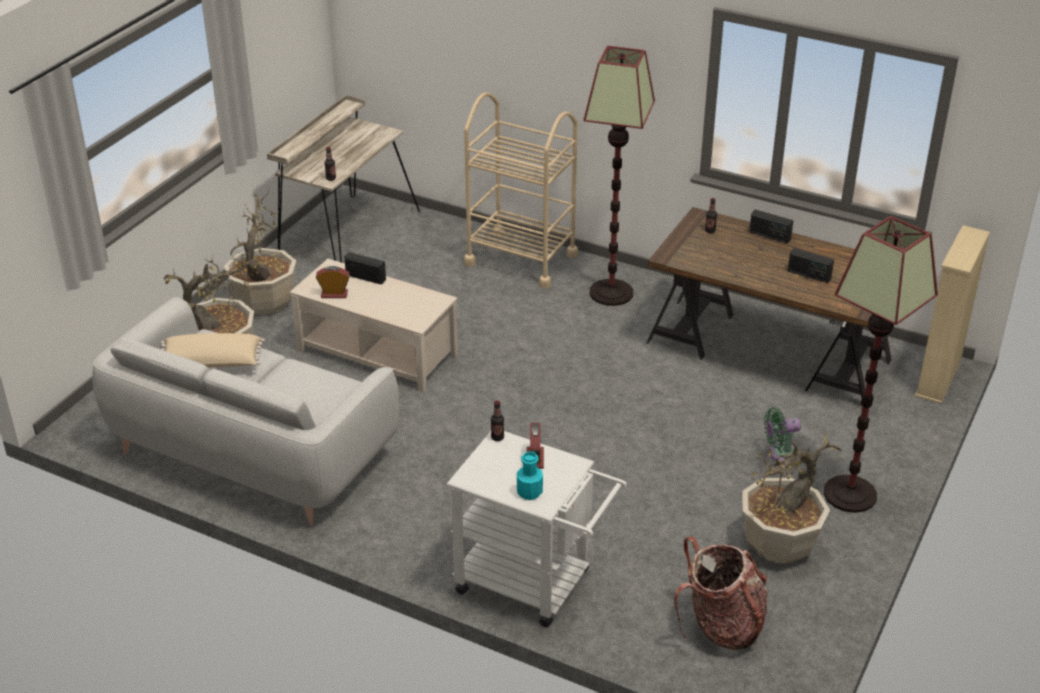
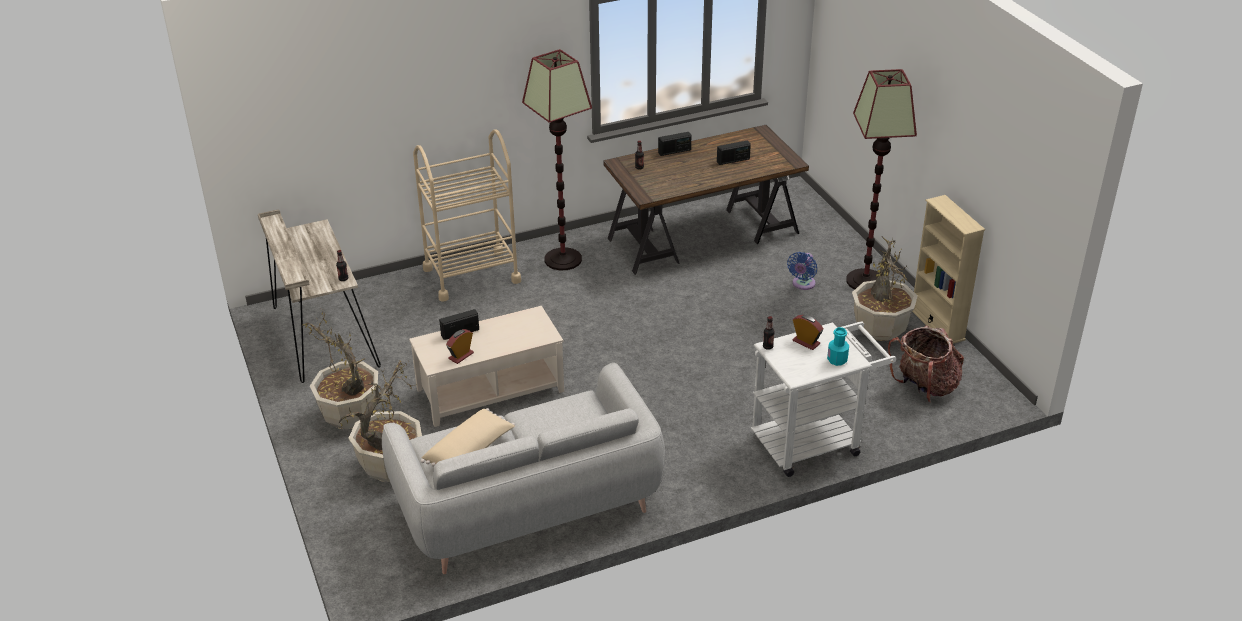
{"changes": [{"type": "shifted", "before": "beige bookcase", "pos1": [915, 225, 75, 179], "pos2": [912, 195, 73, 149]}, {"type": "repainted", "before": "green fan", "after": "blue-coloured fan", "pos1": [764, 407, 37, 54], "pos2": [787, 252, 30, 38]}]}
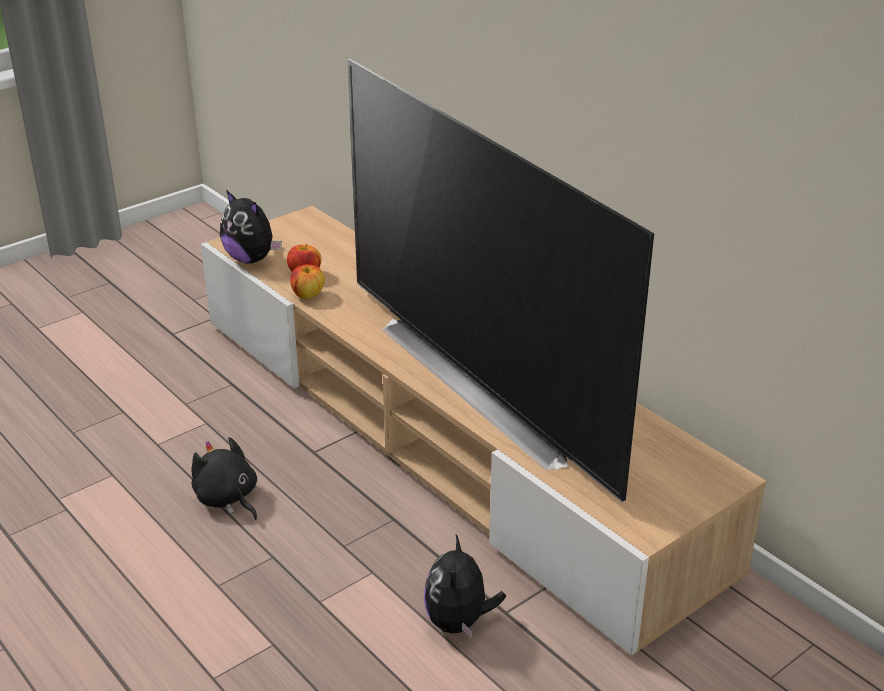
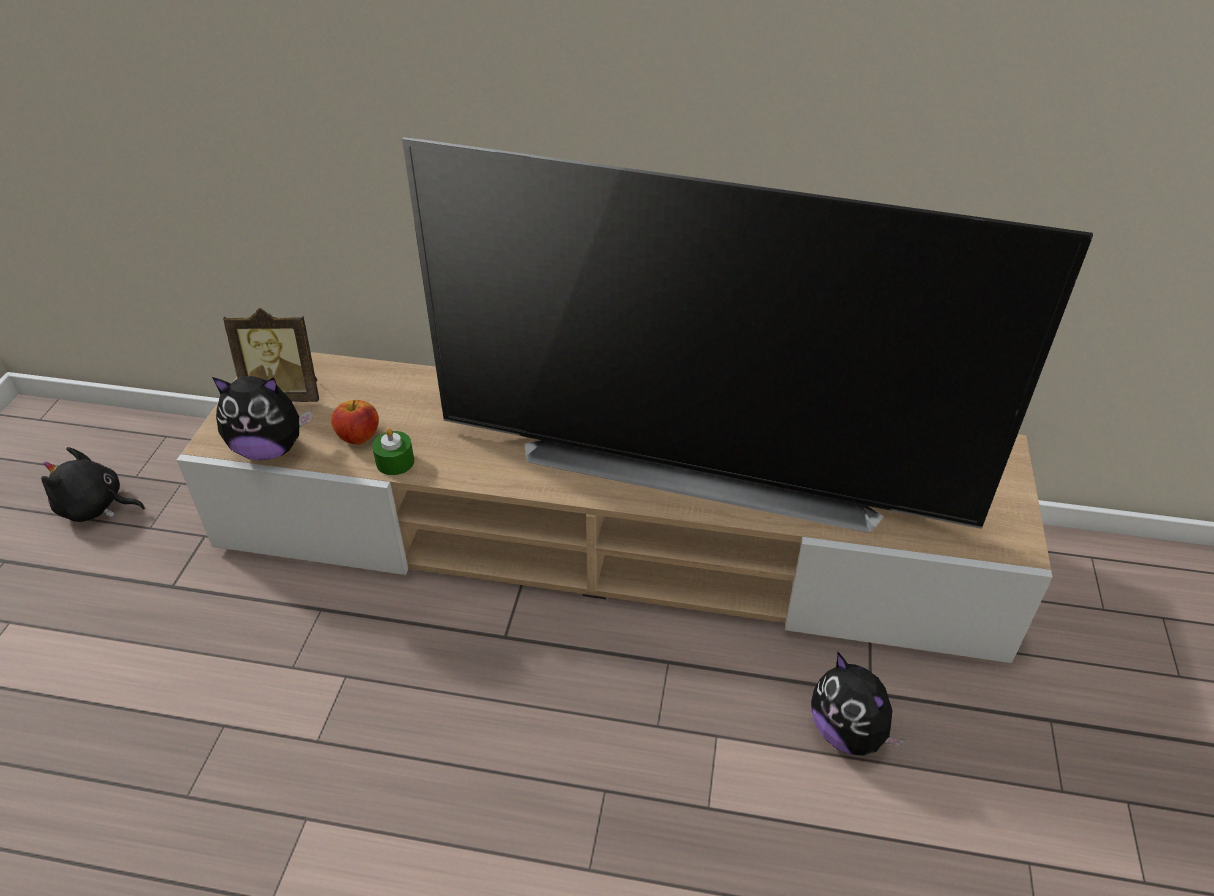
{"changes": [{"type": "swapped", "before": "apple", "after": "green wax candle", "pos1": [290, 264, 35, 35], "pos2": [372, 428, 42, 47]}, {"type": "shifted", "before": "blackish plush toy", "pos1": [191, 437, 66, 83], "pos2": [41, 447, 104, 75]}, {"type": "new", "after": "photo frame", "pos2": [223, 308, 96, 94]}]}
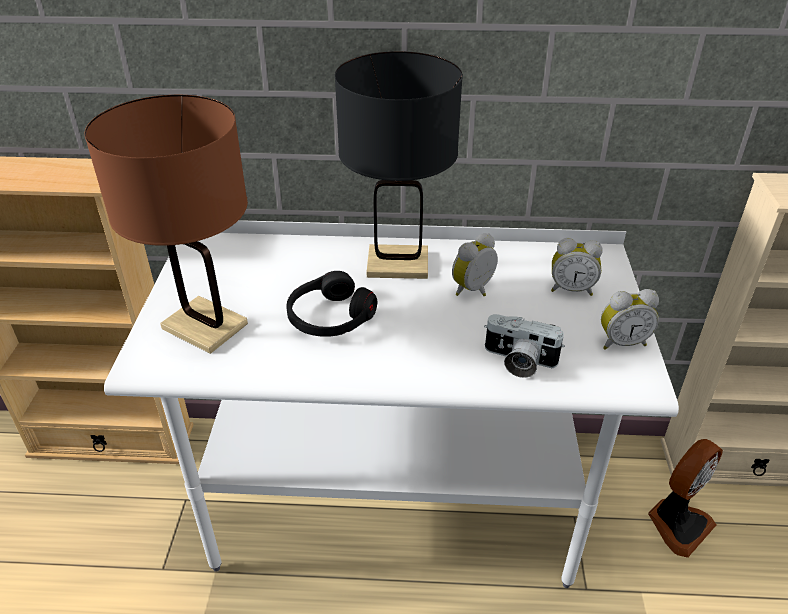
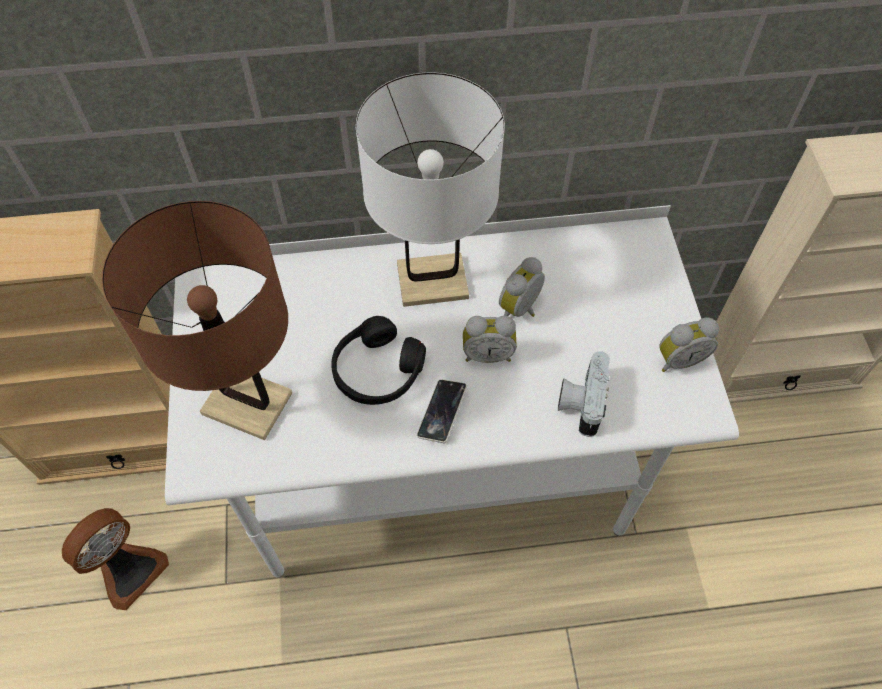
{"changes": [{"type": "repainted", "before": "blackish tabletop lamp", "after": "whitish tabletop lamp", "pos1": [335, 51, 128, 228], "pos2": [356, 72, 149, 235]}, {"type": "shifted", "before": "bedside clock", "pos1": [551, 238, 52, 58], "pos2": [463, 316, 54, 47]}, {"type": "rotated", "before": "photo camera", "pos1": [484, 314, 81, 64], "pos2": [558, 351, 52, 86], "turn": 90}, {"type": "shifted", "before": "fan", "pos1": [648, 439, 75, 119], "pos2": [62, 508, 107, 102]}, {"type": "new", "after": "telephone", "pos2": [417, 379, 50, 64]}]}
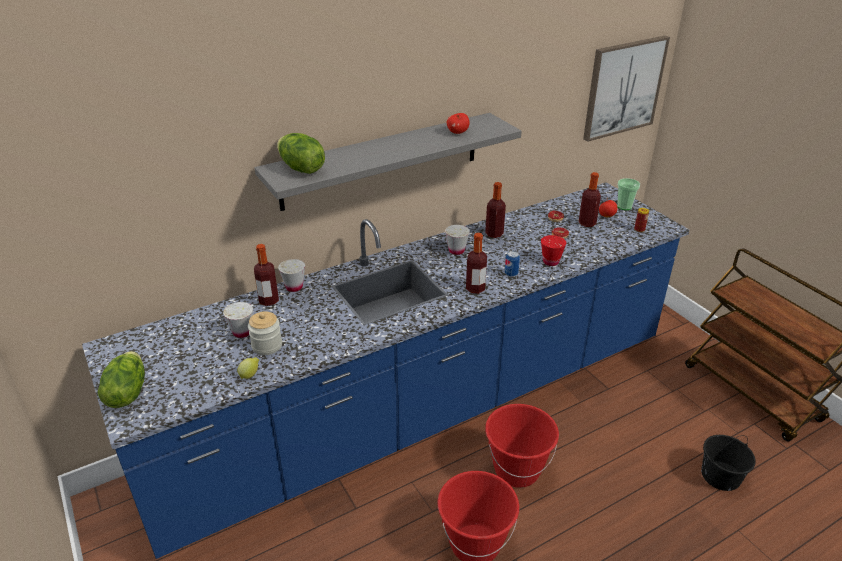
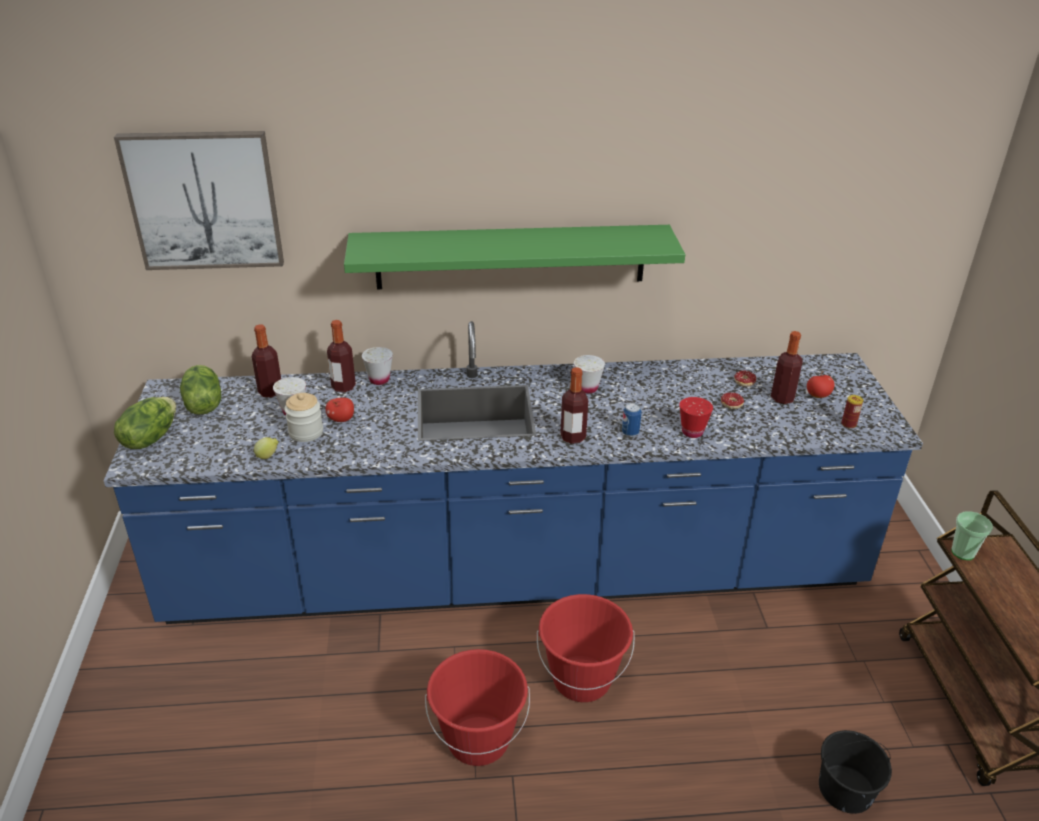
{"changes": [{"type": "shifted", "before": "wall art", "pos1": [583, 36, 87, 106], "pos2": [114, 131, 170, 139]}, {"type": "repainted", "before": "gray wall shelf", "after": "green wall shelf", "pos1": [254, 113, 268, 98], "pos2": [344, 225, 341, 64]}, {"type": "shifted", "before": "apple", "pos1": [447, 113, 22, 21], "pos2": [326, 397, 28, 25]}, {"type": "shifted", "before": "lettuce", "pos1": [277, 133, 48, 41], "pos2": [180, 365, 41, 50]}, {"type": "shifted", "before": "drinking cup", "pos1": [617, 178, 23, 32], "pos2": [951, 511, 42, 49]}, {"type": "shifted", "before": "bottle", "pos1": [485, 182, 21, 56], "pos2": [252, 324, 29, 74]}]}
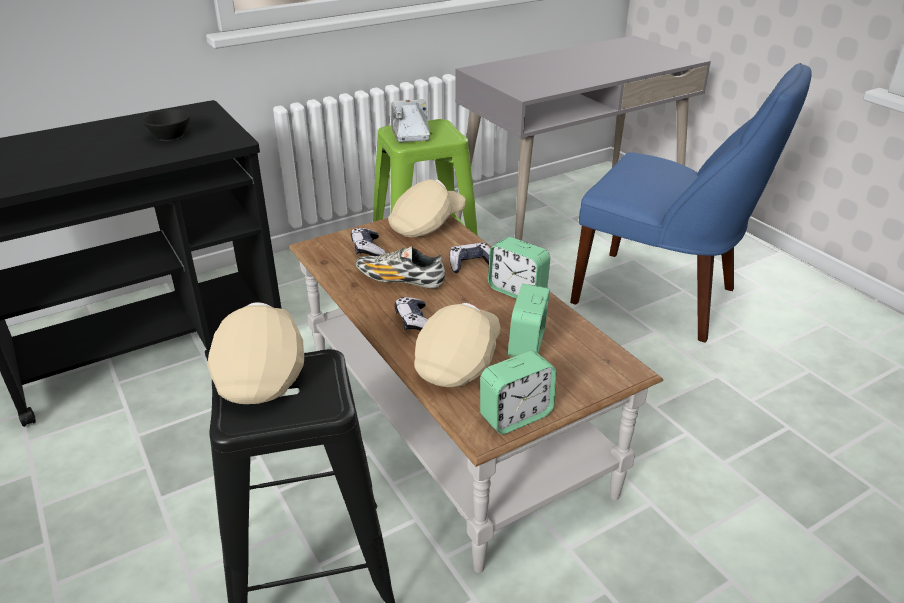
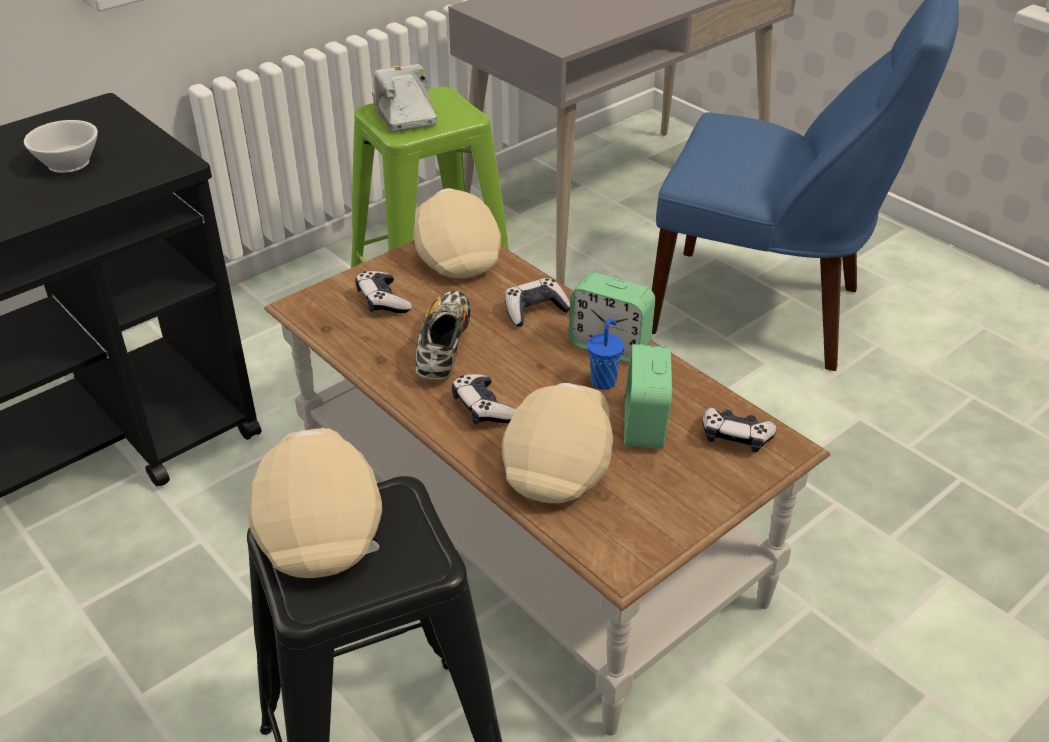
{"changes": [{"type": "repainted", "before": "blackish drinking cup", "after": "whitish drinking cup", "pos1": [142, 109, 48, 32], "pos2": [24, 120, 74, 53]}, {"type": "rotated", "before": "beige peaked cap", "pos1": [388, 180, 78, 57], "pos2": [413, 188, 88, 91], "turn": -60}, {"type": "rotated", "before": "item of footwear", "pos1": [355, 246, 90, 42], "pos2": [416, 291, 55, 90], "turn": 90}, {"type": "gone", "before": "bedside clock", "pos1": [480, 351, 77, 83]}, {"type": "new", "after": "blue-coloured drinking cup", "pos2": [587, 319, 37, 71]}, {"type": "new", "after": "game controller", "pos2": [702, 408, 75, 44]}]}
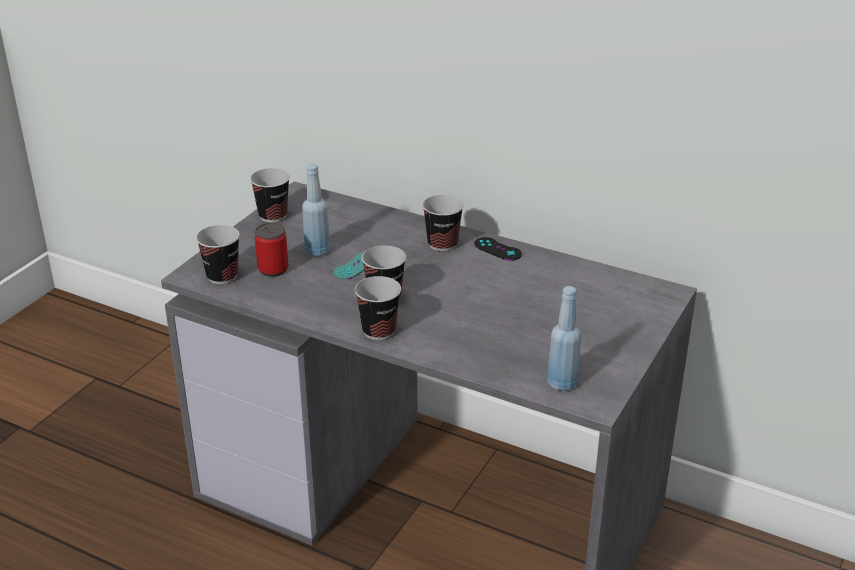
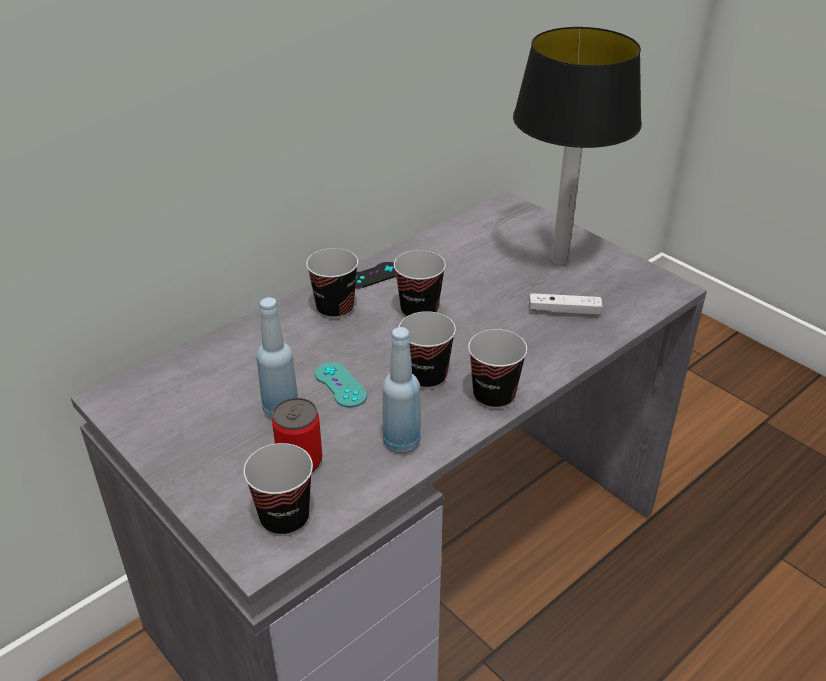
{"changes": [{"type": "shifted", "before": "drinking cup", "pos1": [250, 168, 40, 54], "pos2": [394, 250, 52, 67]}, {"type": "shifted", "before": "blue-coloured bottle", "pos1": [547, 286, 34, 105], "pos2": [382, 327, 39, 127]}, {"type": "new", "after": "tabletop lamp", "pos2": [513, 27, 129, 238]}, {"type": "new", "after": "whitish game controller", "pos2": [529, 293, 73, 23]}]}
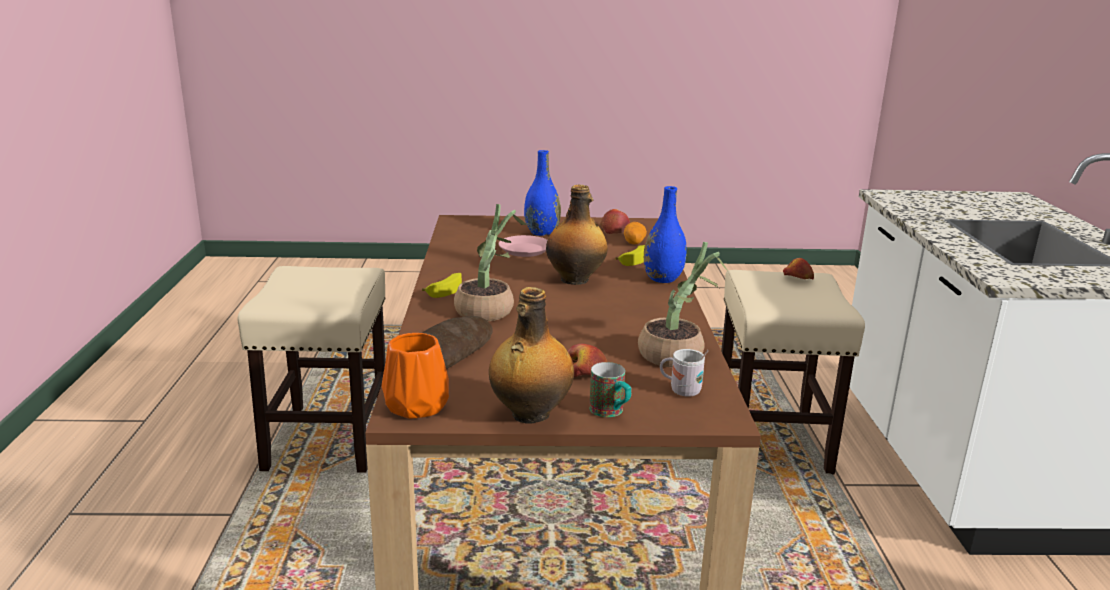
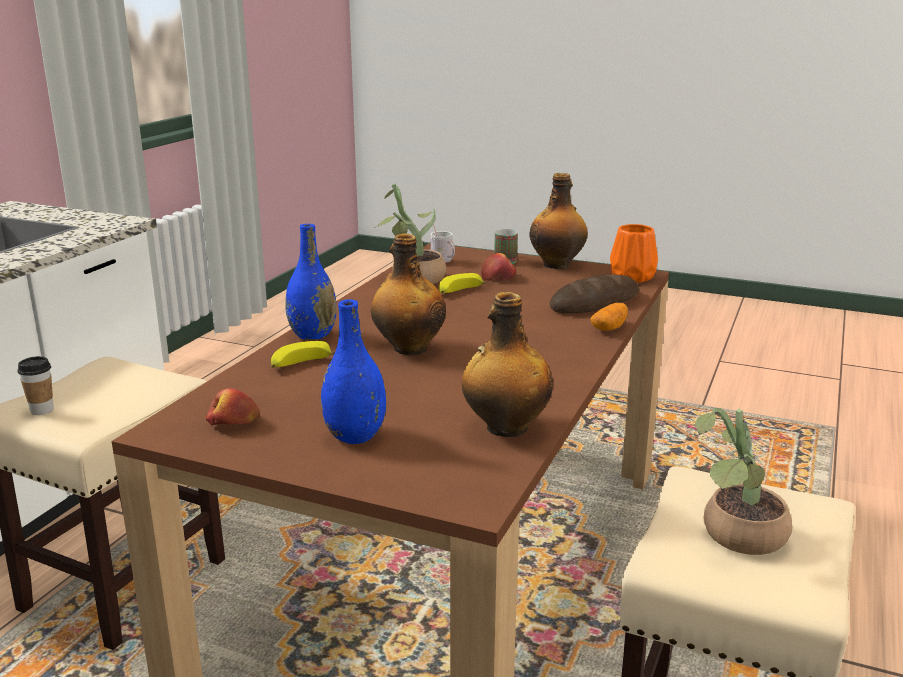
{"changes": [{"type": "shifted", "before": "plant in a pot", "pos1": [454, 204, 72, 117], "pos2": [695, 408, 97, 147]}, {"type": "shifted", "before": "potato", "pos1": [624, 222, 23, 23], "pos2": [590, 303, 38, 28]}, {"type": "gone", "before": "pinkish dinner plate", "pos1": [499, 235, 48, 22]}, {"type": "swapped", "before": "apple", "after": "drinking cup", "pos1": [783, 258, 31, 22], "pos2": [17, 356, 37, 59]}, {"type": "shifted", "before": "whole banana", "pos1": [422, 273, 40, 25], "pos2": [439, 273, 47, 20]}, {"type": "new", "after": "bottle", "pos2": [462, 292, 91, 145]}]}
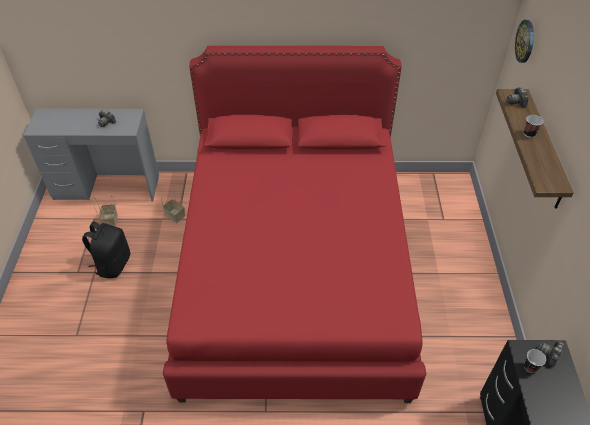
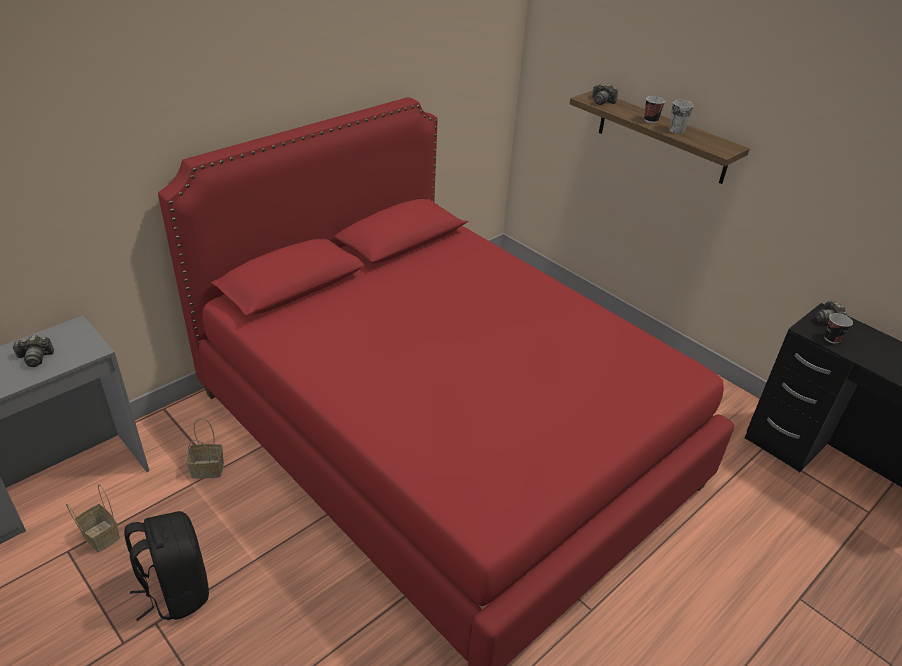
{"changes": [{"type": "gone", "before": "wall clock", "pos1": [515, 20, 19, 43]}, {"type": "new", "after": "drinking cup", "pos2": [669, 100, 25, 34]}]}
